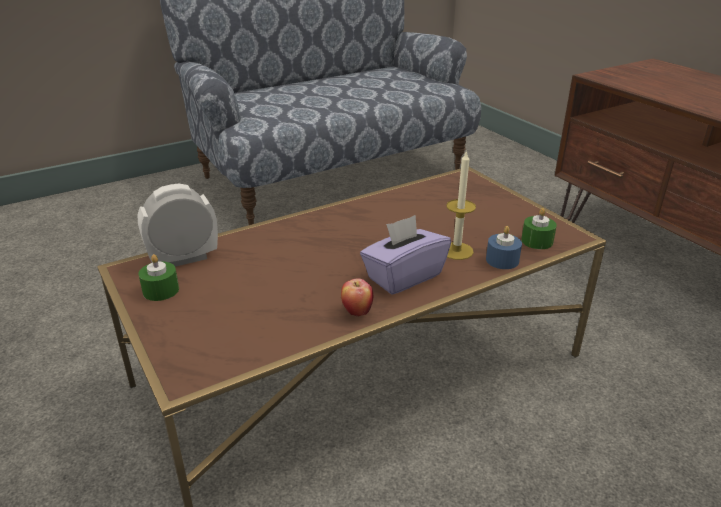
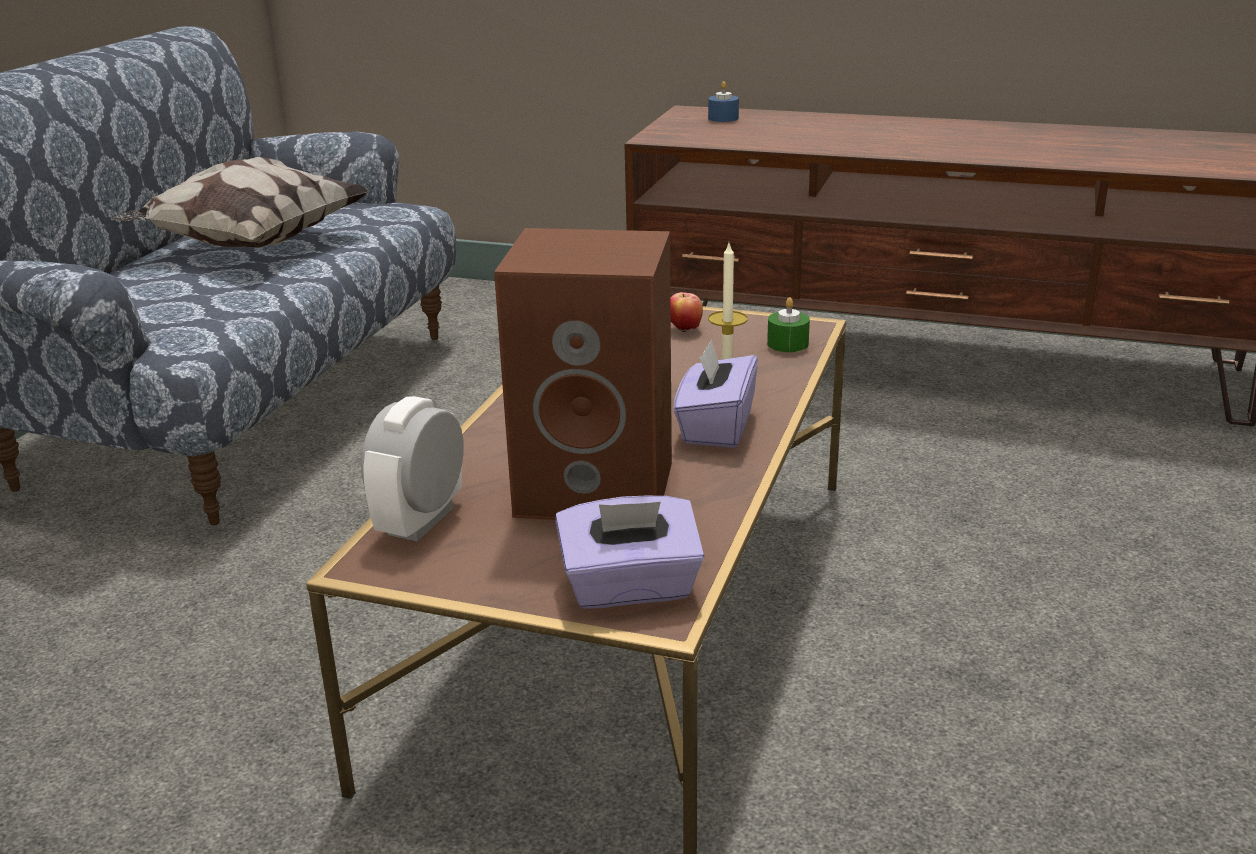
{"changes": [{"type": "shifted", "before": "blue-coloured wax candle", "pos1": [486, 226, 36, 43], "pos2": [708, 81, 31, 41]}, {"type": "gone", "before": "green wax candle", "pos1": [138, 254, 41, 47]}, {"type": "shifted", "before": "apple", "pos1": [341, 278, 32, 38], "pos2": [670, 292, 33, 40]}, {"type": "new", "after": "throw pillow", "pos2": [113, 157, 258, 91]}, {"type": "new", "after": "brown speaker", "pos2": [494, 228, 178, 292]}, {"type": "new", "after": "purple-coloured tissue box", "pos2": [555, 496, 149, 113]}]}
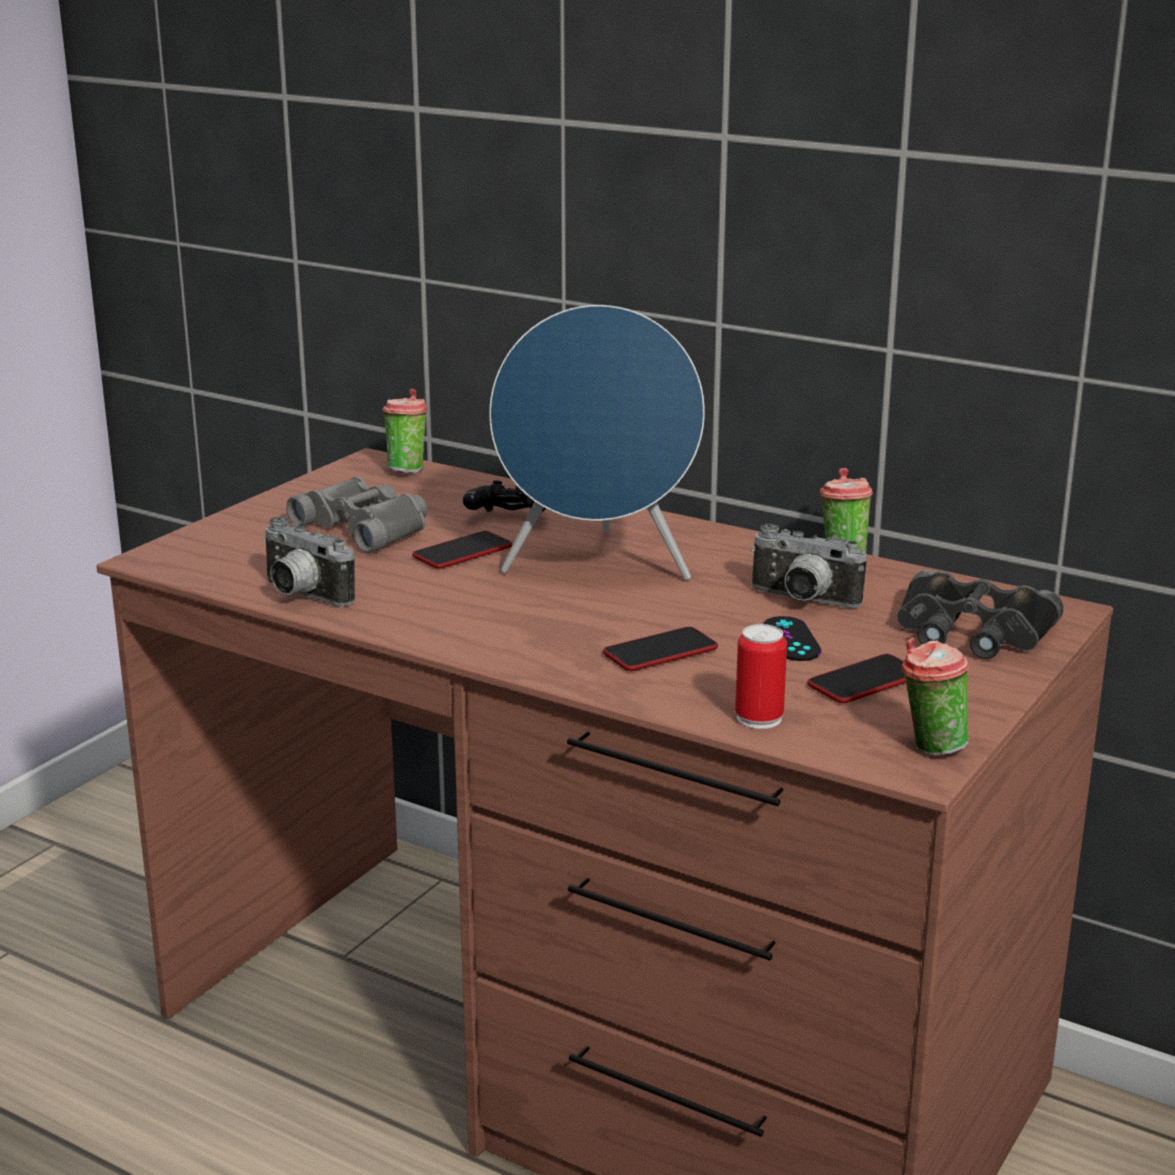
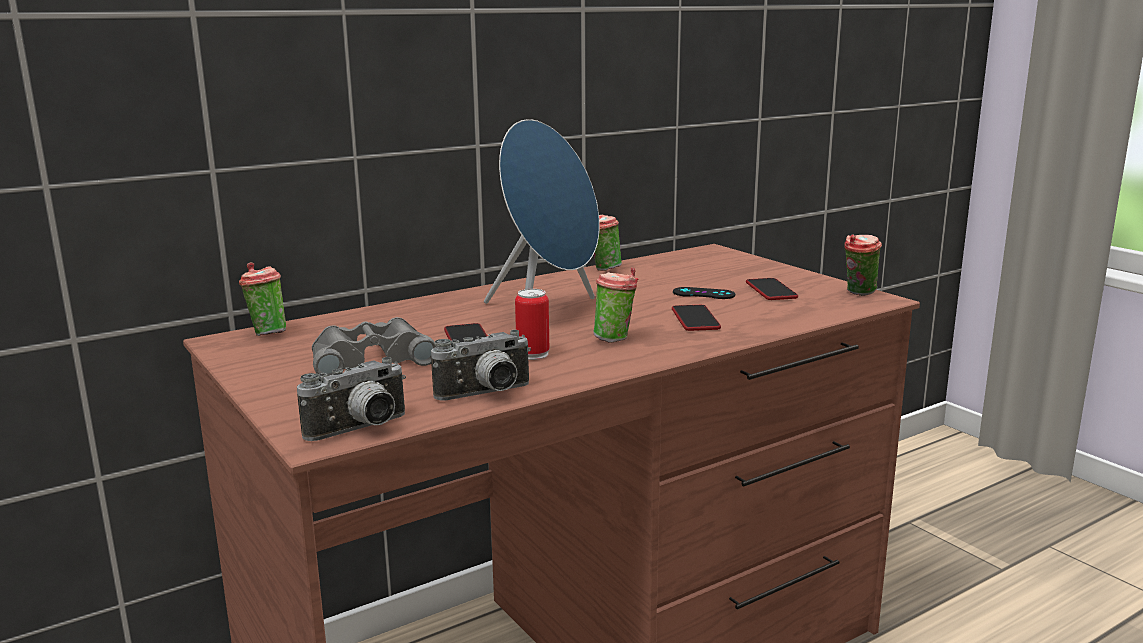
{"changes": [{"type": "gone", "before": "blackish game controller", "pos1": [463, 480, 83, 32]}, {"type": "shifted", "before": "photo camera", "pos1": [750, 524, 117, 84], "pos2": [297, 357, 109, 84]}, {"type": "gone", "before": "blackish binoculars", "pos1": [897, 570, 167, 89]}, {"type": "shifted", "before": "sealed can", "pos1": [735, 624, 52, 105], "pos2": [515, 289, 34, 71]}, {"type": "new", "after": "drinking cup", "pos2": [594, 267, 45, 76]}]}
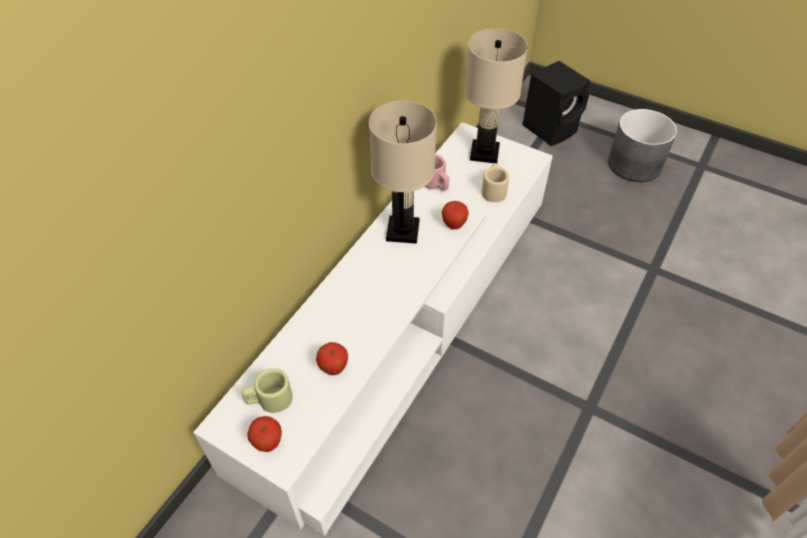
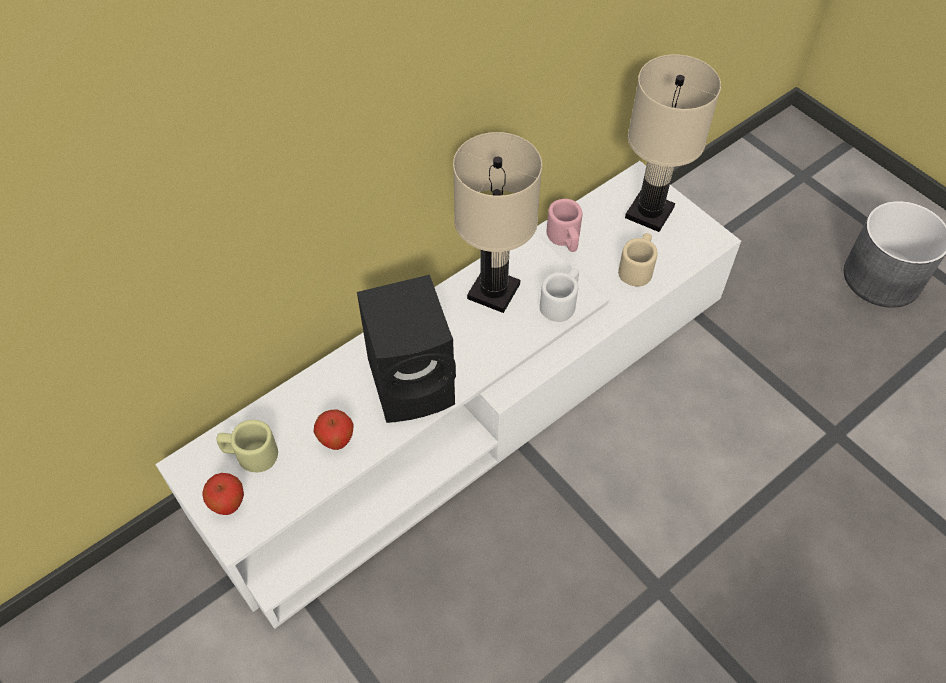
{"changes": [{"type": "shifted", "before": "blackish speaker", "pos1": [522, 61, 68, 85], "pos2": [357, 275, 99, 148]}, {"type": "swapped", "before": "apple", "after": "whitish mug", "pos1": [442, 201, 27, 28], "pos2": [540, 268, 39, 54]}]}
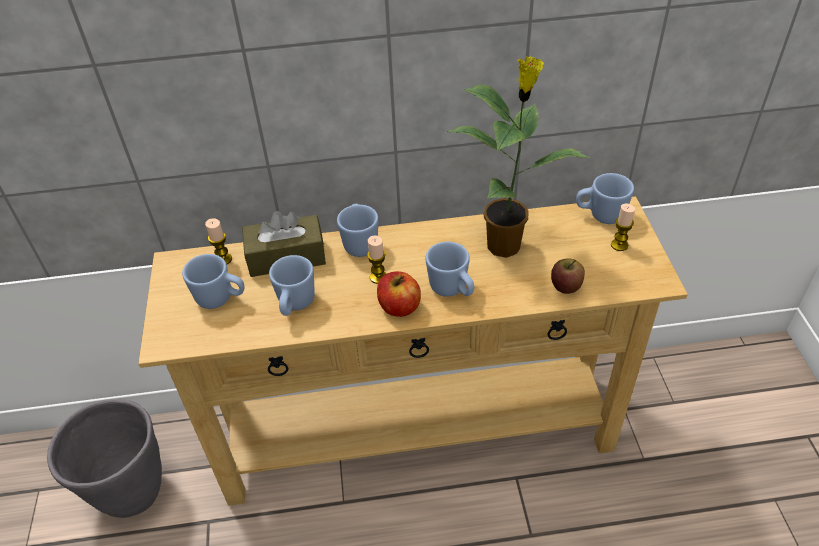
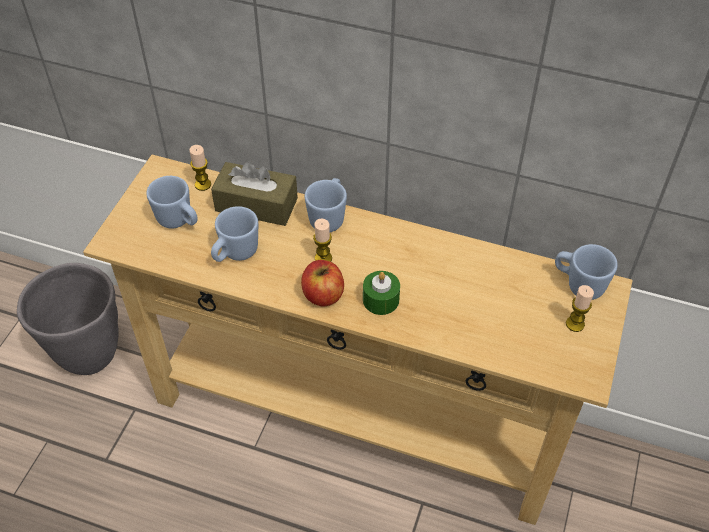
{"changes": [{"type": "gone", "before": "plant in a pot", "pos1": [446, 56, 145, 202]}, {"type": "swapped", "before": "blue-coloured mug", "after": "green wax candle", "pos1": [426, 241, 48, 56], "pos2": [363, 271, 37, 44]}, {"type": "gone", "before": "apple", "pos1": [551, 258, 34, 36]}]}
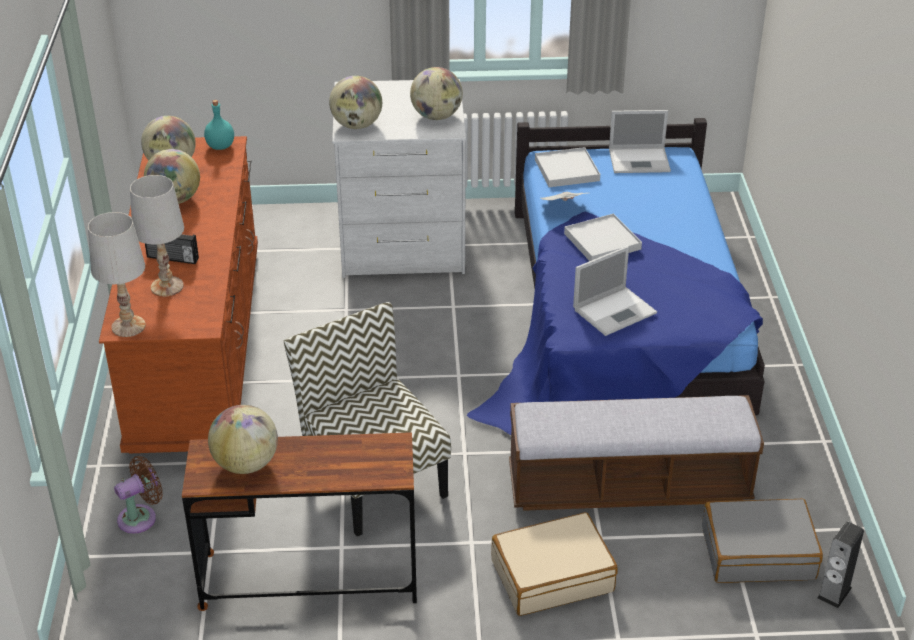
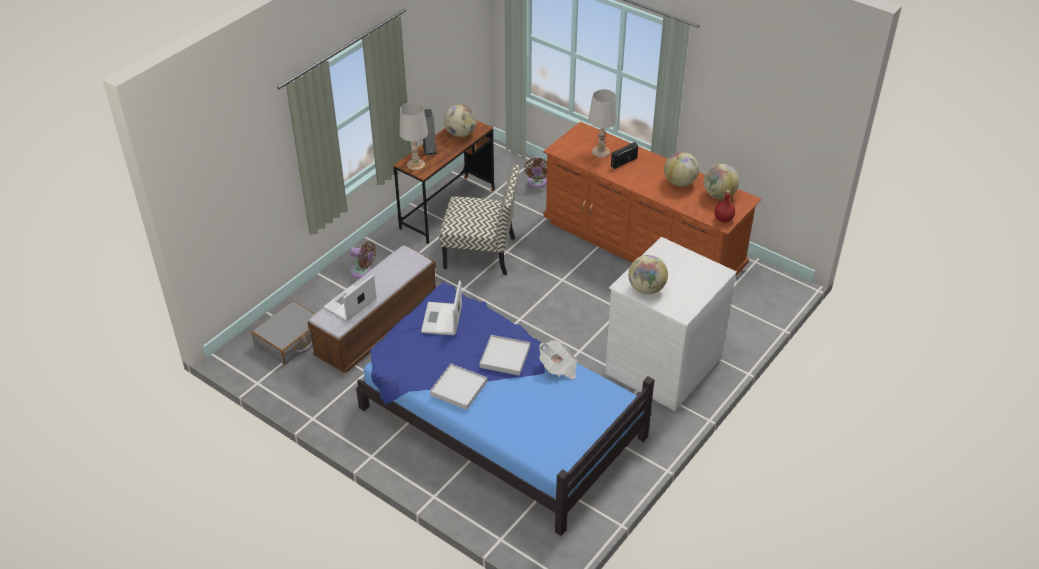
{"changes": [{"type": "gone", "before": "world globe", "pos1": [329, 76, 53, 53]}, {"type": "repainted", "before": "turquoise bottle", "after": "reddish bottle", "pos1": [204, 100, 30, 50], "pos2": [714, 190, 21, 33]}, {"type": "shifted", "before": "portable computer", "pos1": [609, 110, 62, 63], "pos2": [323, 274, 54, 48]}, {"type": "shifted", "before": "whitish carrying tray", "pos1": [535, 147, 65, 40], "pos2": [430, 364, 57, 46]}, {"type": "shifted", "before": "whitish tabletop lamp", "pos1": [88, 212, 58, 125], "pos2": [399, 102, 29, 68]}, {"type": "swapped", "before": "beige piece of luggage", "after": "brown fan", "pos1": [491, 512, 127, 104], "pos2": [350, 241, 26, 37]}, {"type": "shifted", "before": "speaker", "pos1": [817, 521, 47, 87], "pos2": [423, 109, 14, 47]}]}
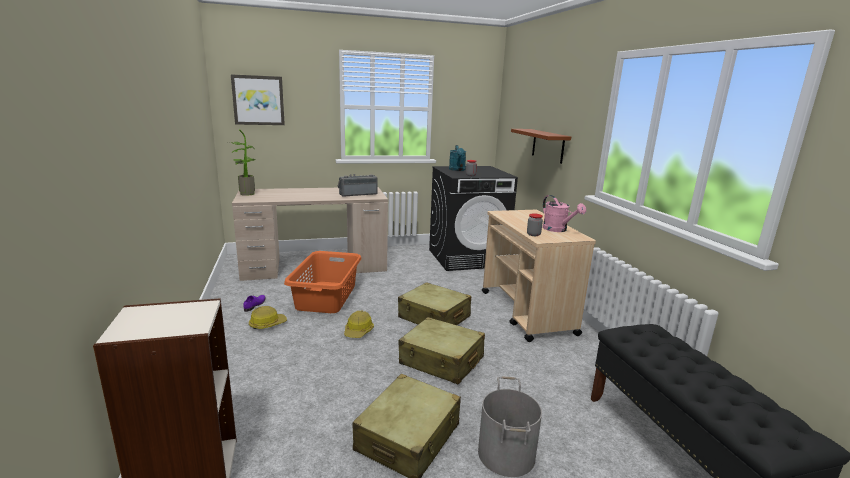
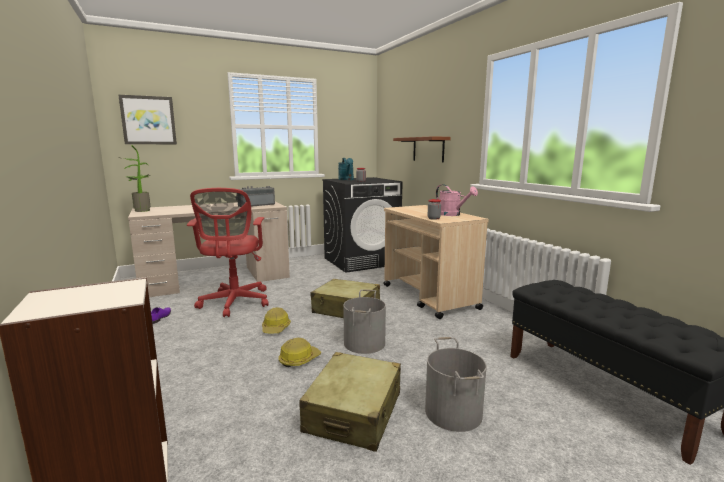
{"changes": [{"type": "swapped", "before": "orange-coloured hamper", "after": "reddish computer chair", "pos1": [284, 251, 78, 62], "pos2": [187, 188, 82, 129]}, {"type": "shifted", "before": "work helmet", "pos1": [249, 306, 38, 23], "pos2": [279, 338, 42, 29]}, {"type": "swapped", "before": "beige piece of luggage", "after": "gray pail", "pos1": [399, 317, 86, 67], "pos2": [343, 289, 43, 65]}]}
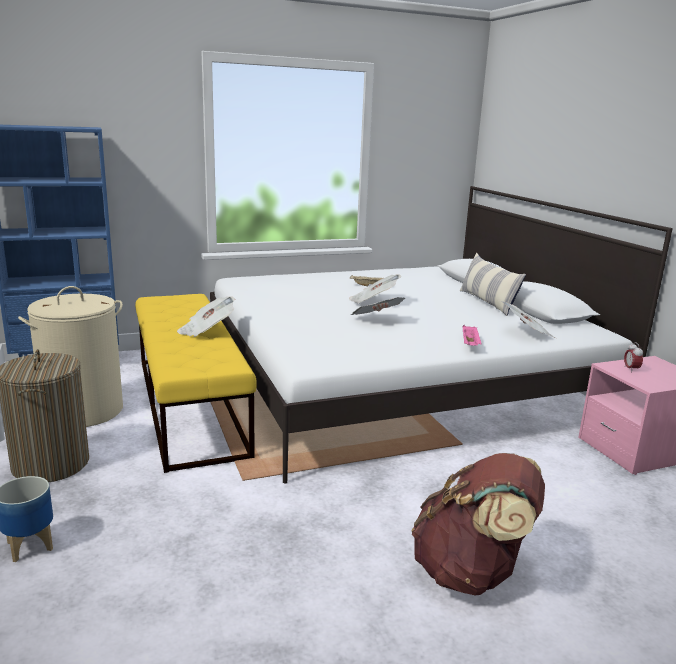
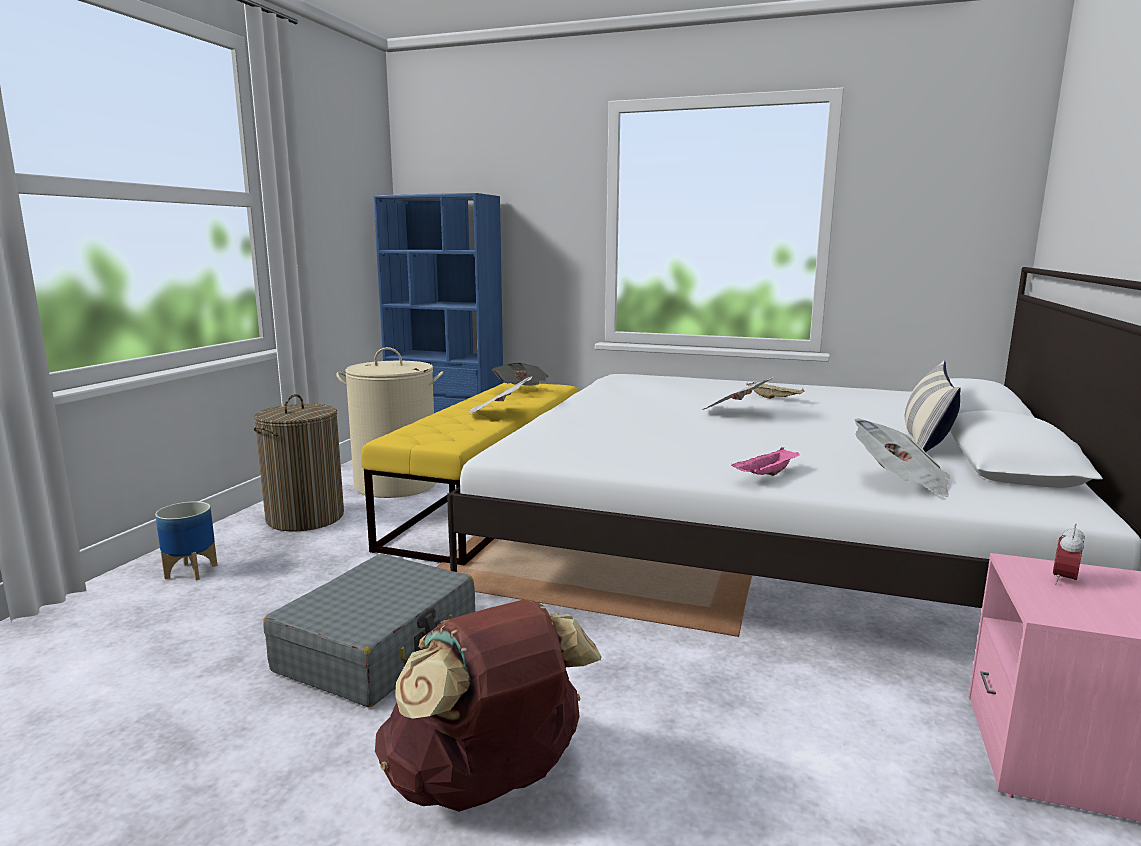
{"changes": [{"type": "shifted", "before": "newspaper", "pos1": [351, 297, 54, 18], "pos2": [491, 363, 57, 23]}, {"type": "new", "after": "gray piece of luggage", "pos2": [263, 554, 212, 153]}]}
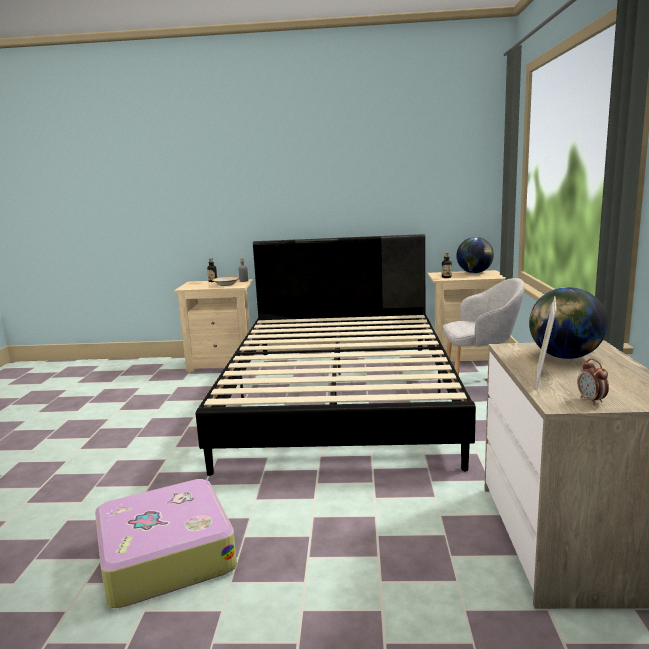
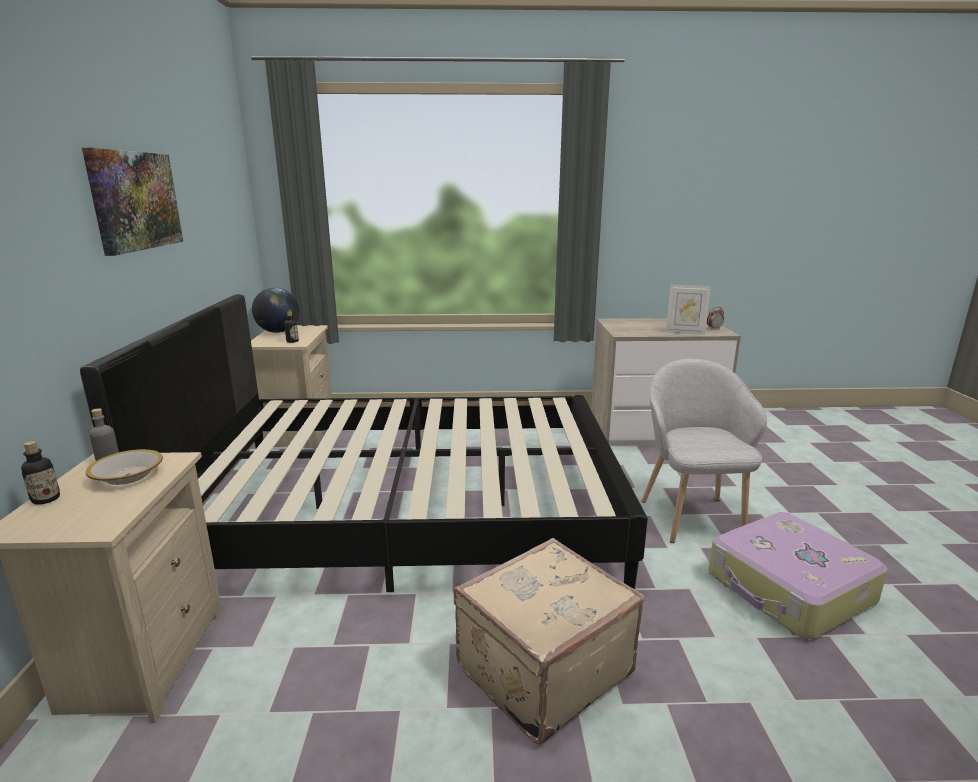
{"changes": [{"type": "shifted", "before": "gray easy chair", "pos1": [443, 278, 82, 98], "pos2": [641, 359, 126, 184]}, {"type": "gone", "before": "world globe", "pos1": [529, 287, 79, 72]}, {"type": "new", "after": "wall art", "pos2": [82, 148, 101, 108]}, {"type": "new", "after": "beige piece of luggage", "pos2": [453, 538, 192, 207]}]}
